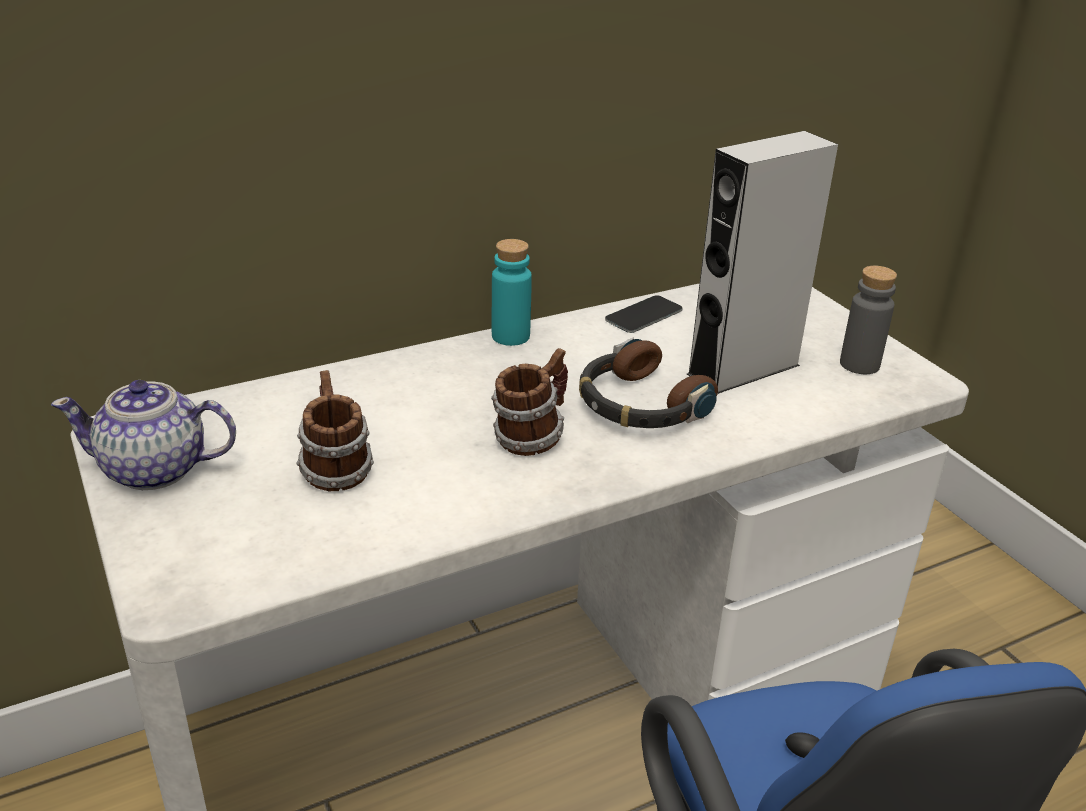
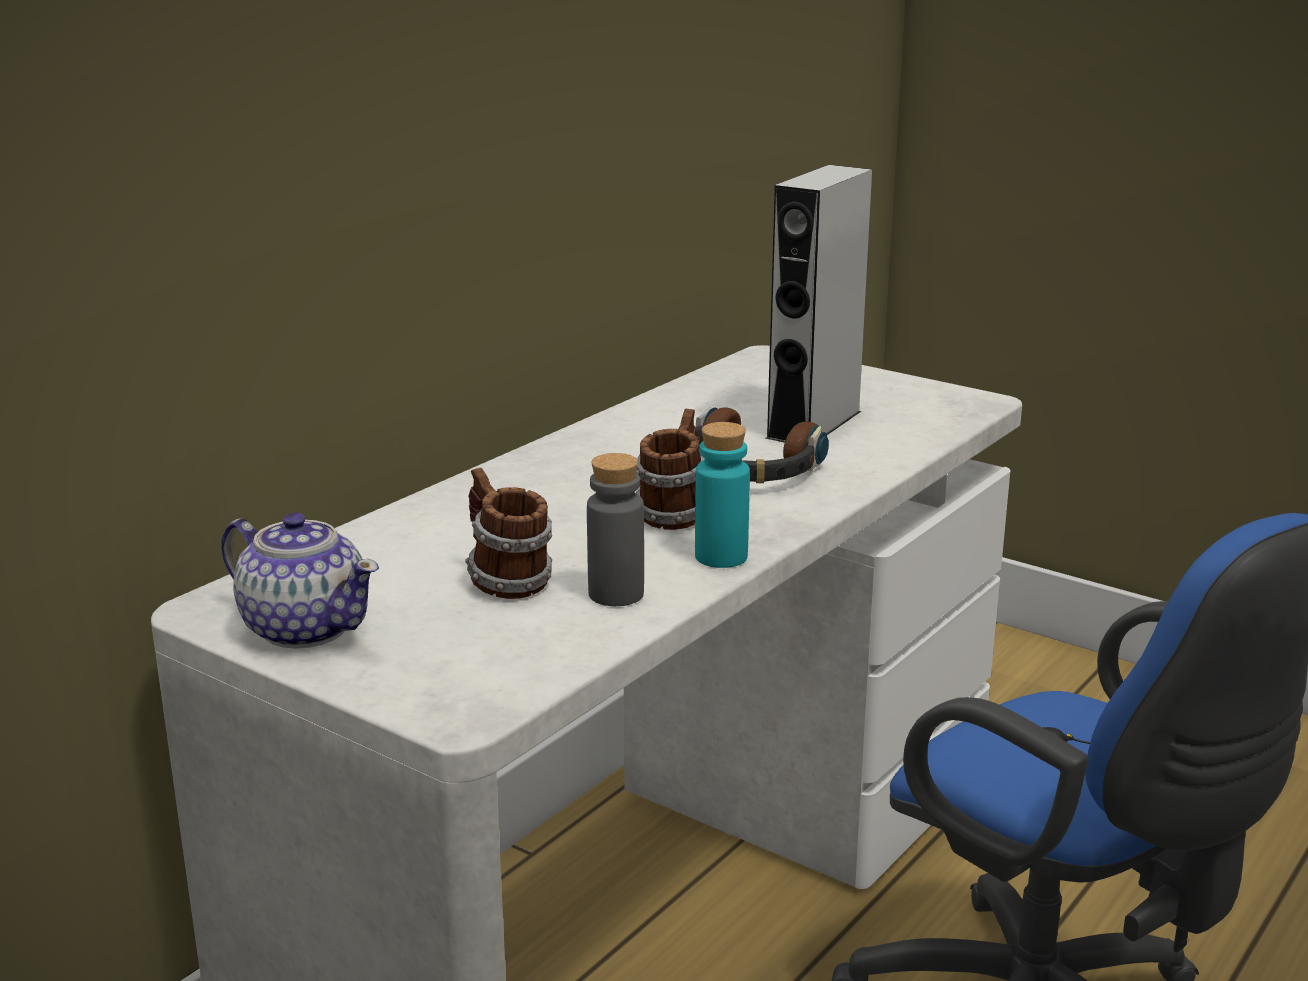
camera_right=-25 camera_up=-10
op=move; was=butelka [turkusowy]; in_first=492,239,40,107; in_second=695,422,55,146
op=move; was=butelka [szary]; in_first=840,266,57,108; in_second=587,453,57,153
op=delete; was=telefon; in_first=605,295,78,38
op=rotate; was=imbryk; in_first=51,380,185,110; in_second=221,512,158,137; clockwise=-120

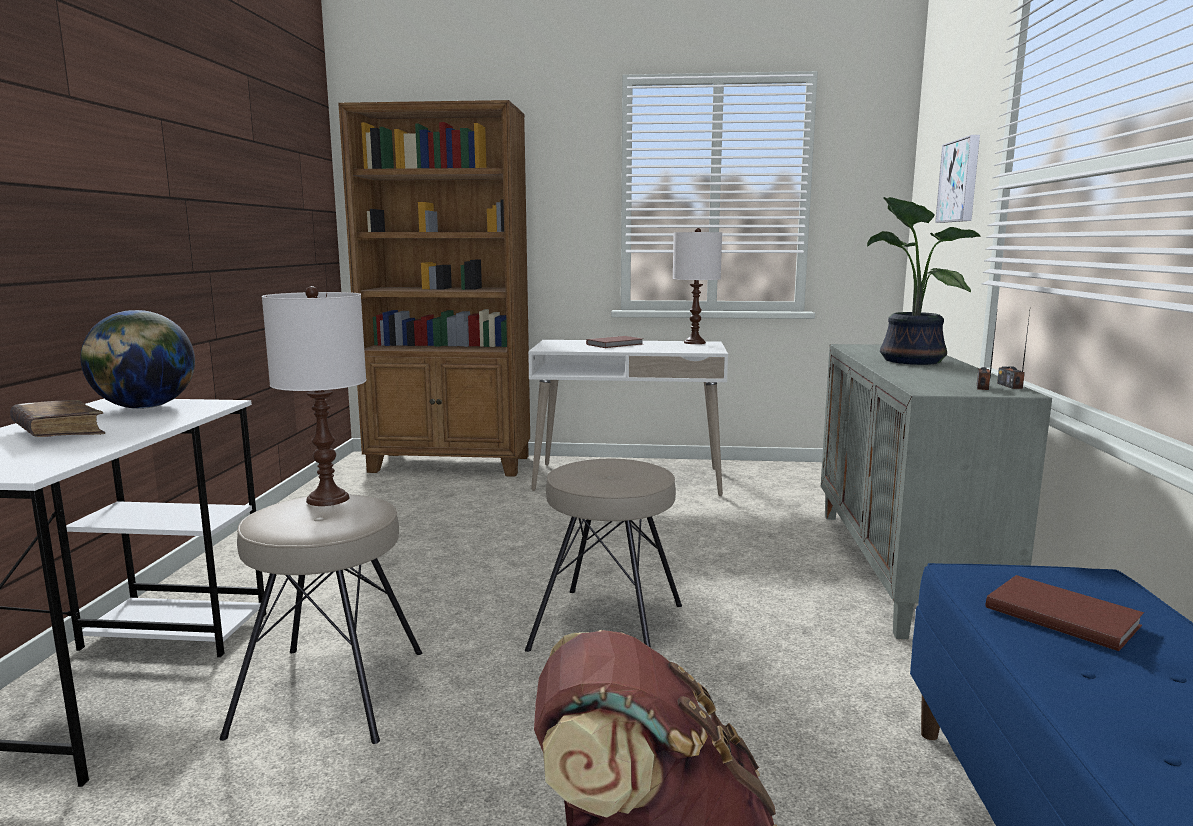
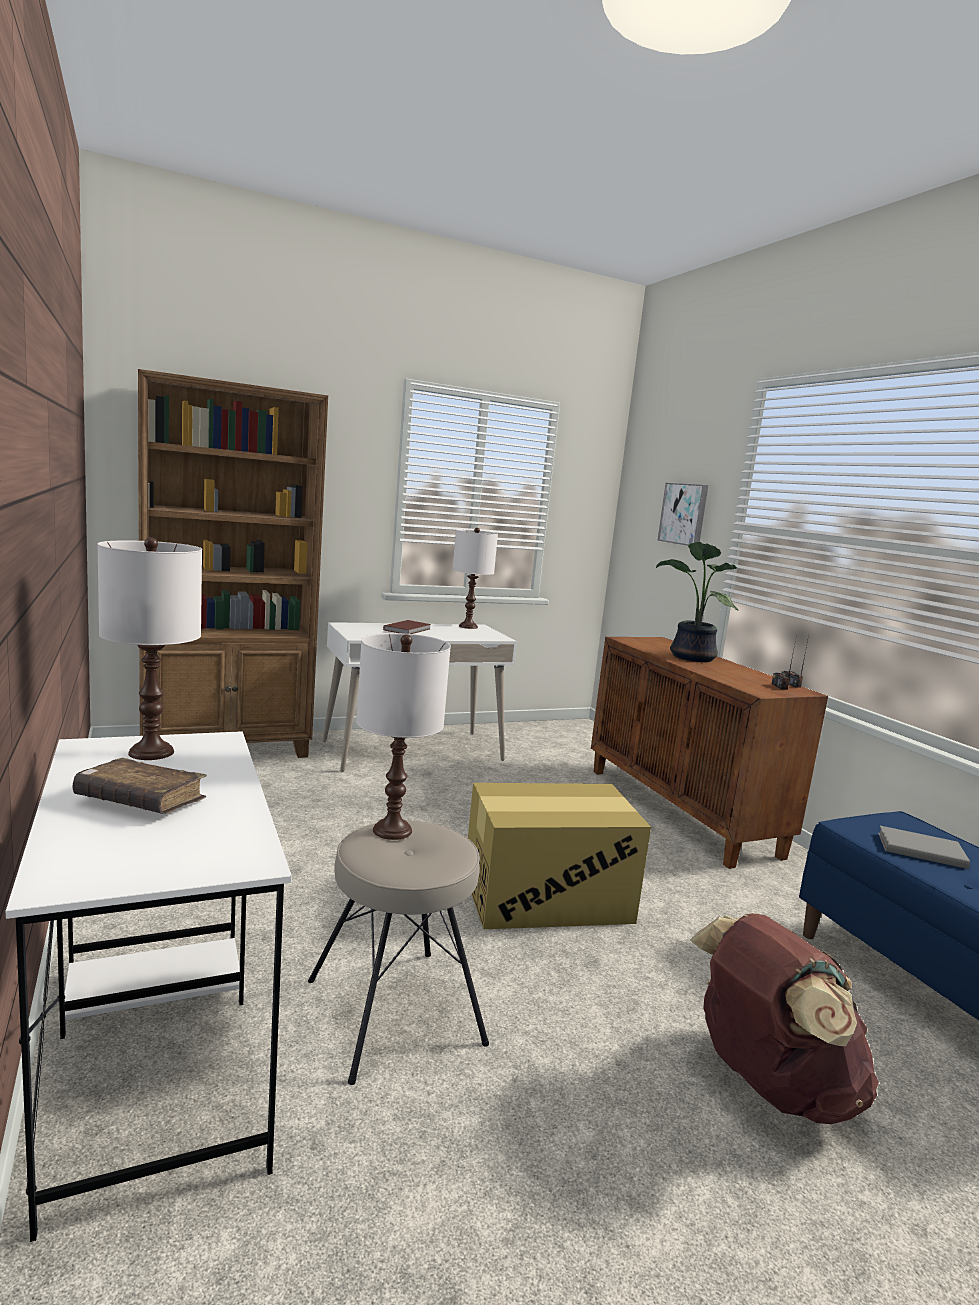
camera_right=-30 camera_up=0
op=replace; was=globus; now=lampa stołowa [biały]; in_first=81,310,114,99; in_second=97,537,105,223
op=recolor; was=szafka [szary]; now=szafka [brązowy]; in_first=821,344,231,295; in_second=591,637,237,232
op=replace; was=stołek [beżowy]; now=karton; in_first=525,459,157,193; in_second=468,783,183,146
op=recolor; was=książka [brązowy]; now=książka [szary]; in_first=986,575,158,76; in_second=878,826,92,43

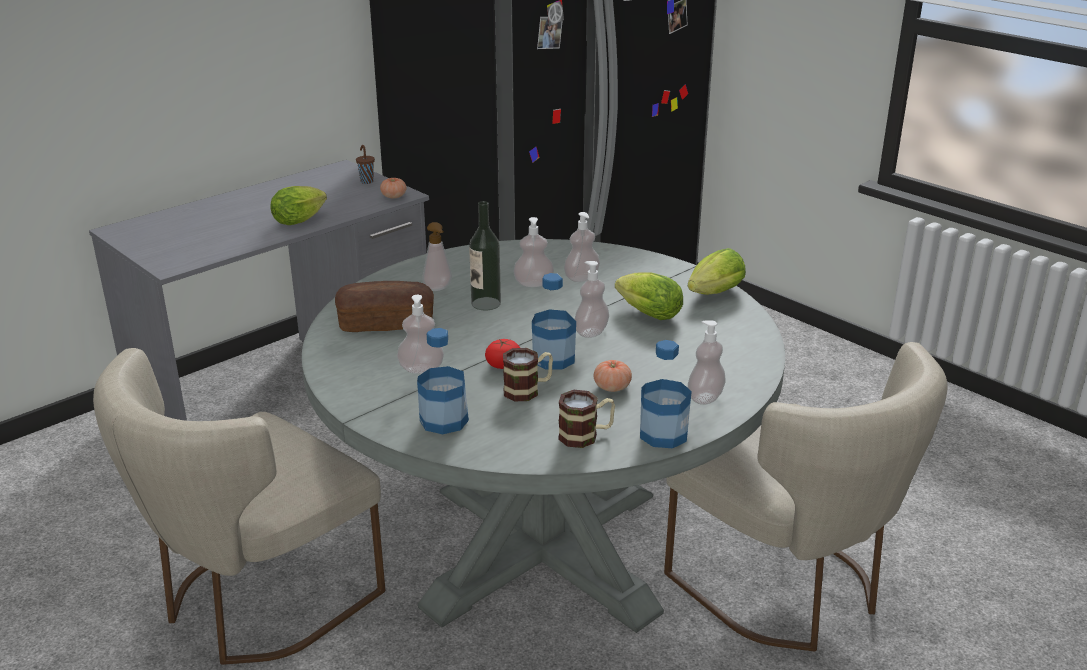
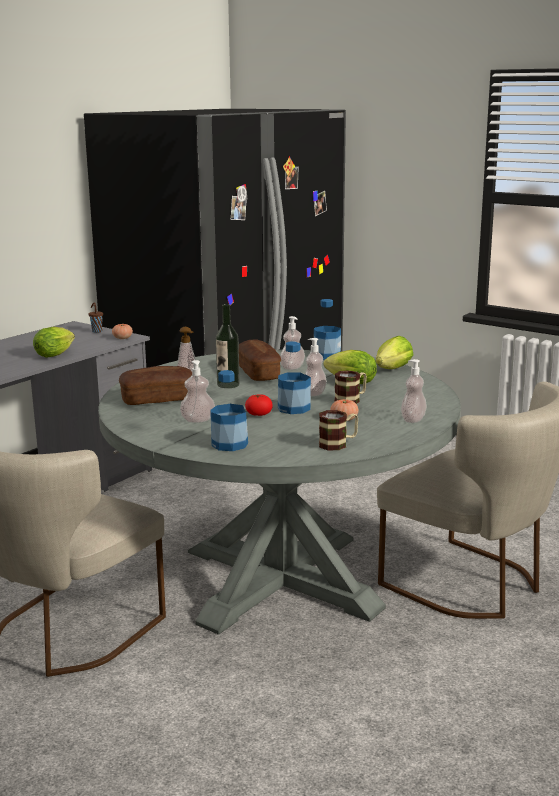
camera_right=-10 camera_up=-10
op=replace; was=dozownik mydła; now=chleb; in_first=513,217,41,70; in_second=239,340,42,41
op=move; was=butelka; in_first=640,340,52,108; in_second=314,299,27,61
op=move; was=kubek; in_first=503,348,50,54; in_second=334,370,33,34

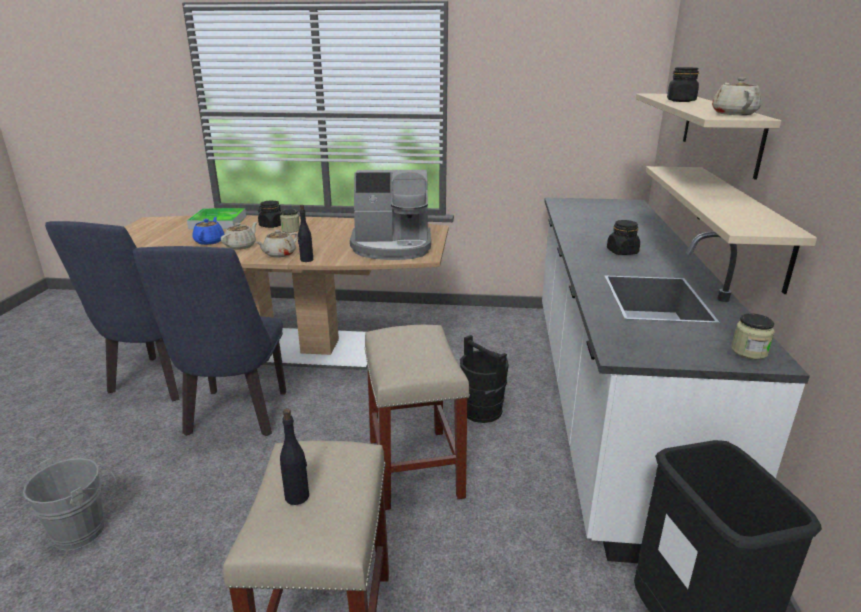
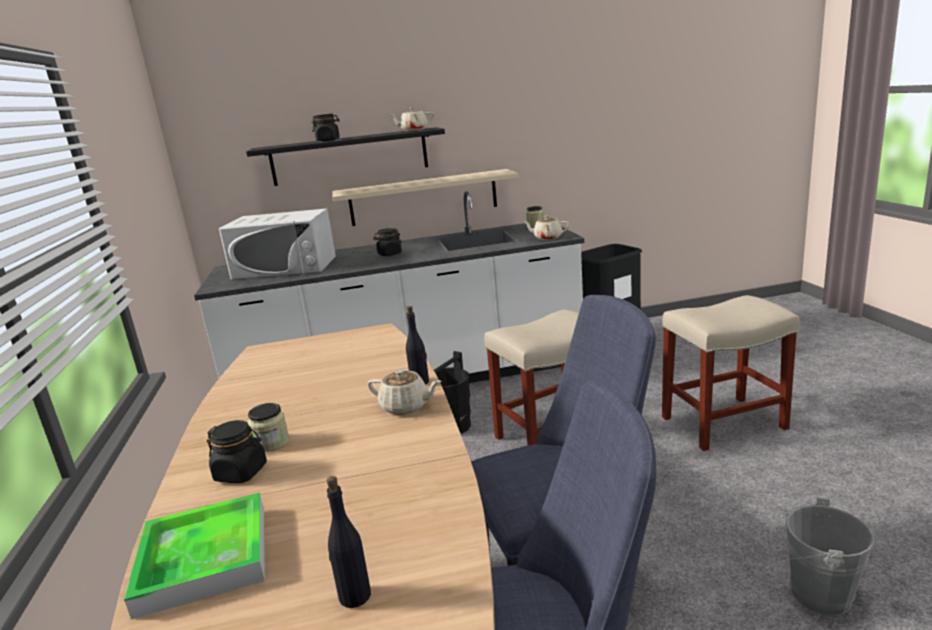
camera_right=-105 camera_up=-5
op=recolor; was=półka [beżowy]; now=półka [czarny]; in_first=636,93,145,87; in_second=246,127,199,59
op=delete; was=ekspres do kawy; in_first=350,170,81,90
op=delete; was=imbryk [niebieski]; in_first=192,217,32,28
op=move; was=imbryk [beżowy]; in_first=221,222,36,28; in_second=524,215,46,25
op=move; was=butelka [czarny]; in_first=280,408,29,97; in_second=327,476,44,132
op=insert; now=mikrofalówka [biały]; in_second=219,208,117,72

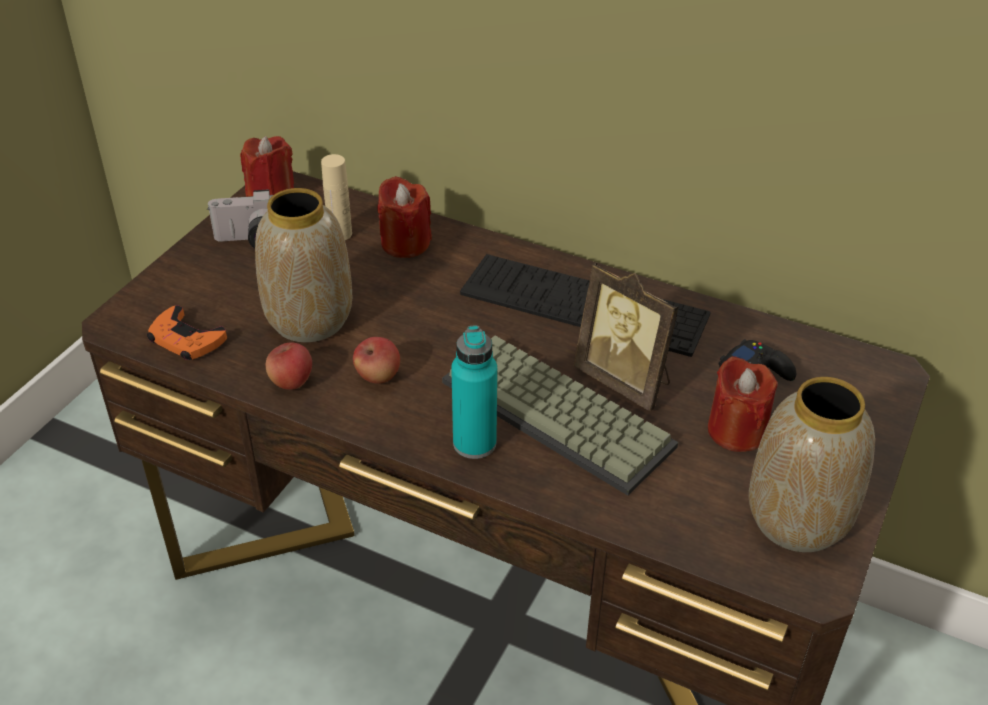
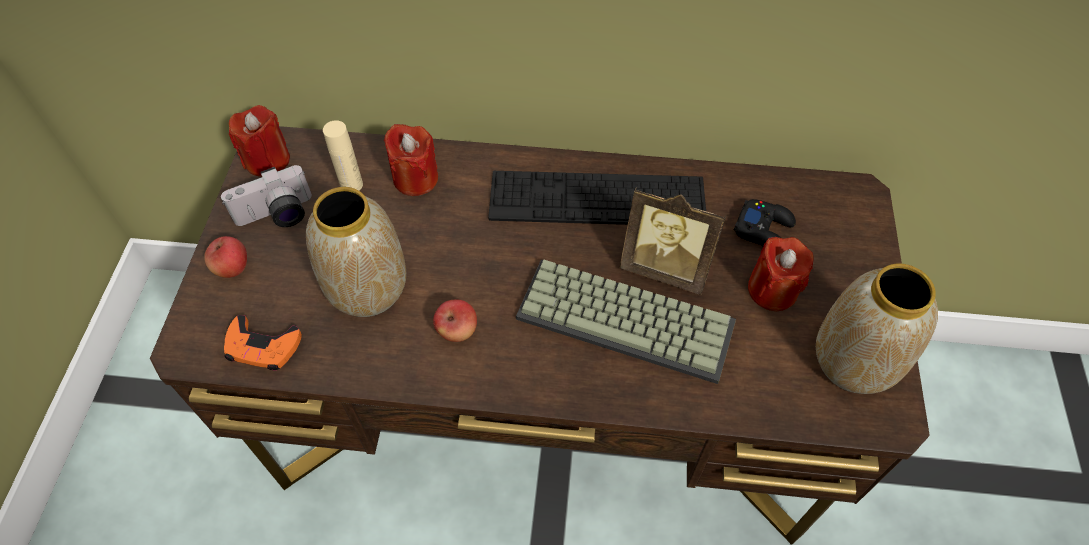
camera_right=-20 camera_up=15
op=delete; was=butelka [turkusowy]; in_first=451,325,46,134
op=move; was=jabłko; in_first=266,343,46,47; in_second=204,236,43,42

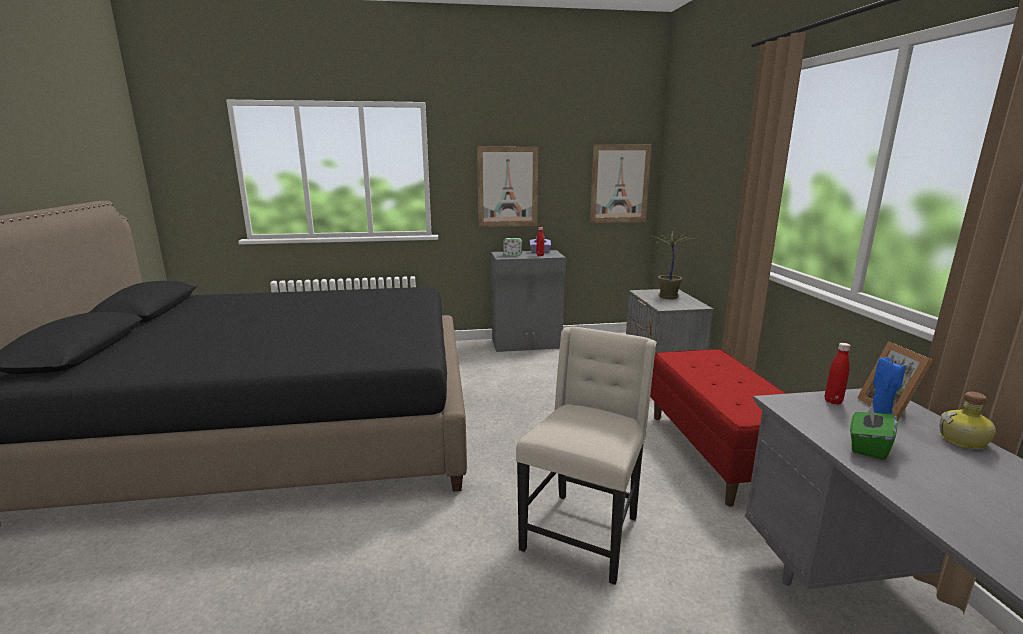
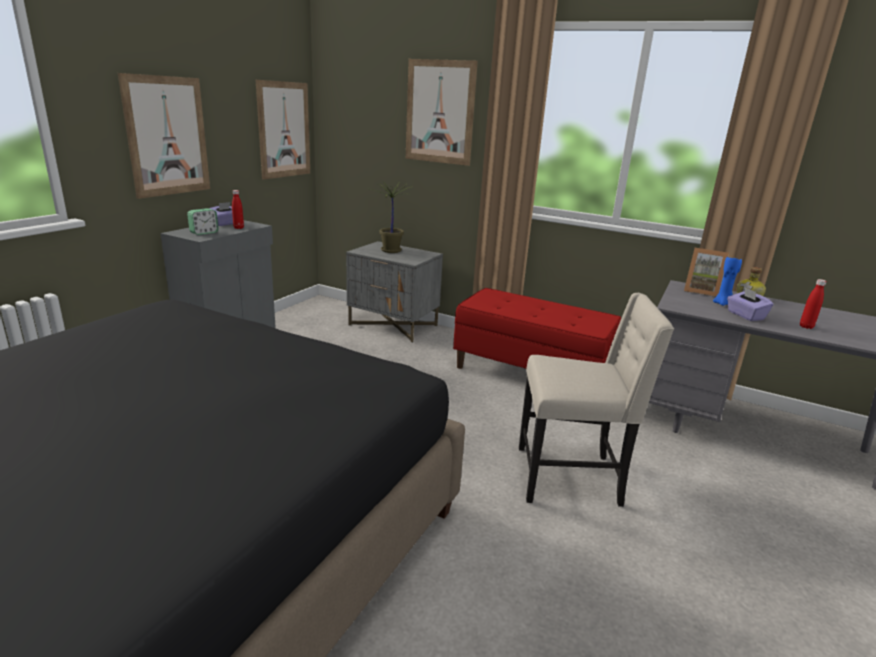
camera_right=-55 camera_up=5
op=rotate; was=krzesło [beżowy]; in_first=516,327,141,258; in_second=519,293,155,214; clockwise=120
op=move; was=butelka [czerwony]; in_first=825,343,26,62; in_second=800,279,27,50
op=recolor; was=pudełko chusteczek [zielony]; now=pudełko chusteczek [fioletowy]; in_first=850,403,47,57; in_second=727,287,47,34
op=insert; now=obraz; in_second=406,59,72,107

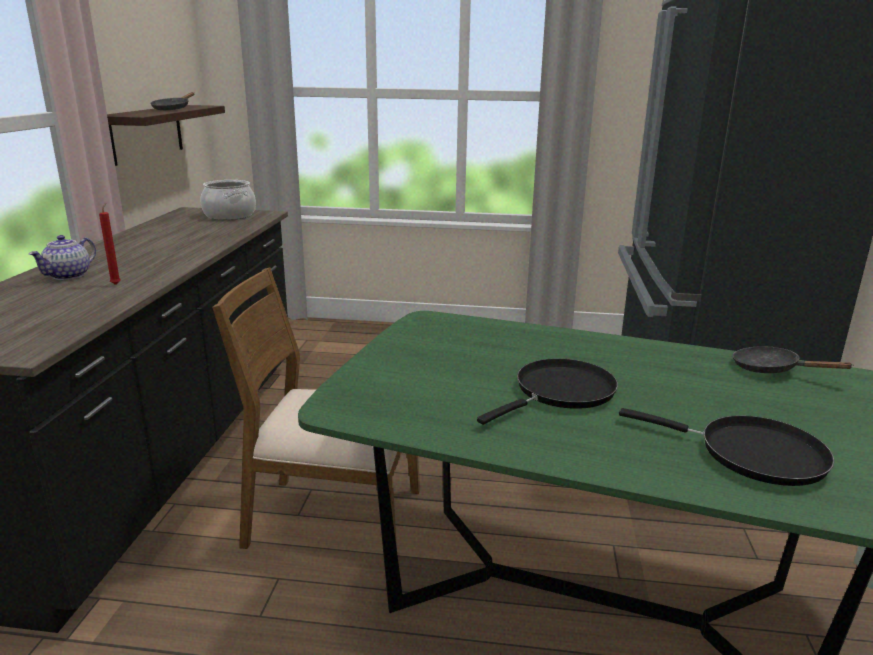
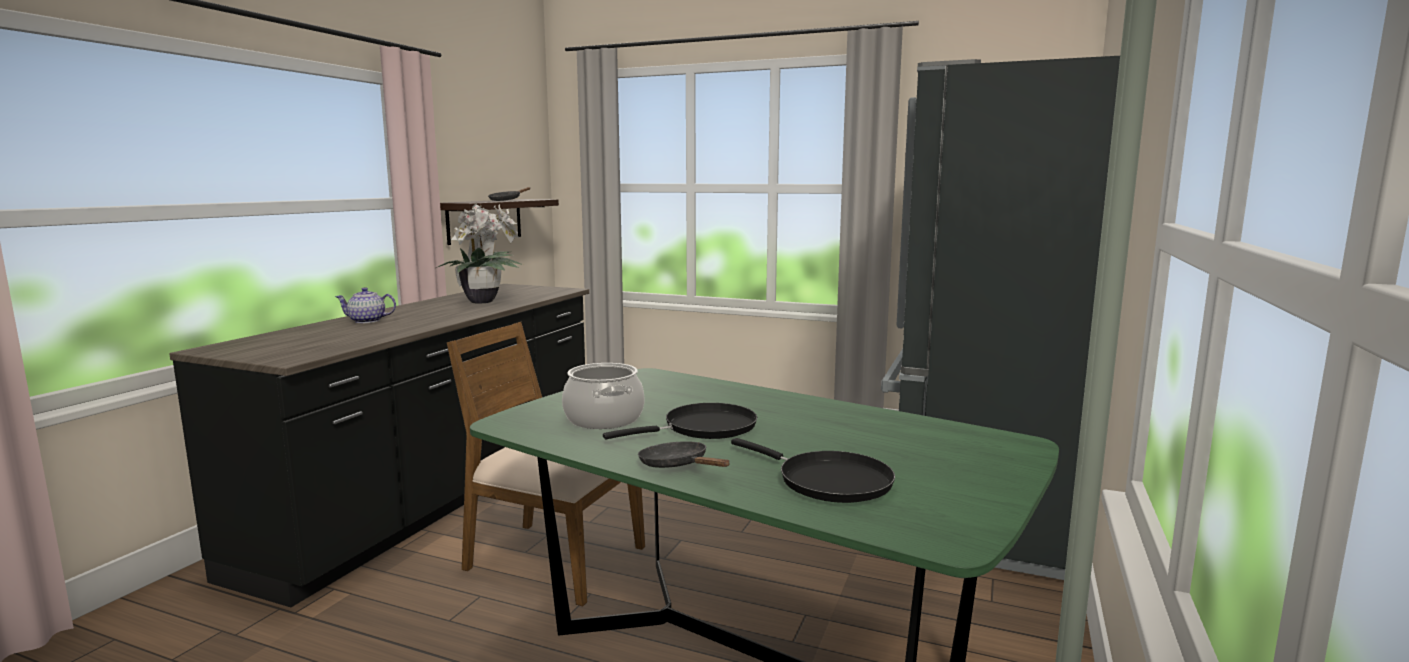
camera_right=15 camera_up=-10
op=move; was=garnek; in_first=200,180,56,40; in_second=562,363,82,66
op=delete; was=świeca [czerwony]; in_first=99,203,22,82
op=rotate; was=imbryk; in_first=29,235,67,45; in_second=335,287,61,36; clockwise=45
op=move; was=patelnia [czarny]; in_first=733,346,121,27; in_second=638,441,92,27
op=insert; now=roślina doniczkowa; in_second=436,203,87,100

